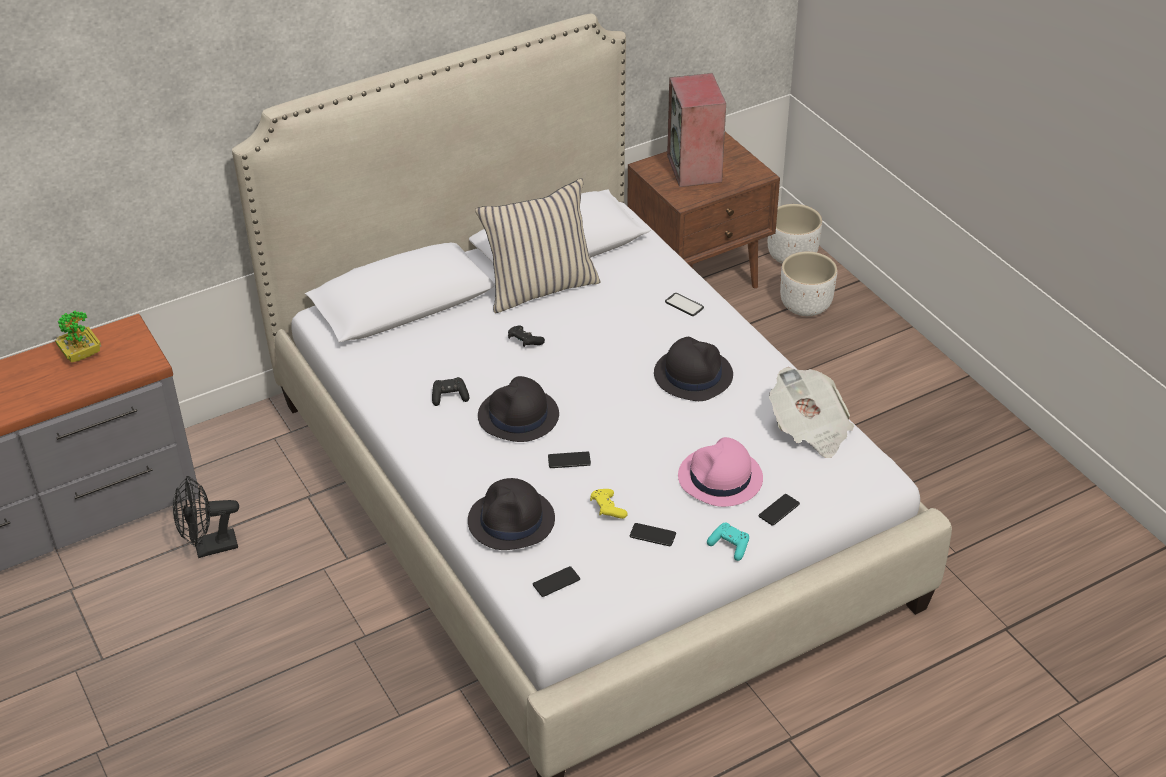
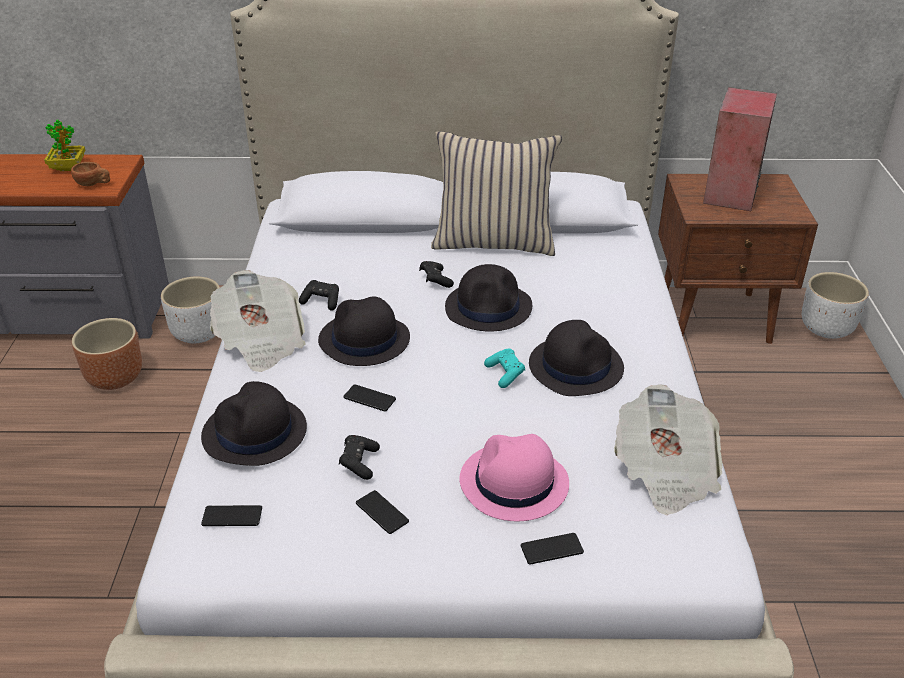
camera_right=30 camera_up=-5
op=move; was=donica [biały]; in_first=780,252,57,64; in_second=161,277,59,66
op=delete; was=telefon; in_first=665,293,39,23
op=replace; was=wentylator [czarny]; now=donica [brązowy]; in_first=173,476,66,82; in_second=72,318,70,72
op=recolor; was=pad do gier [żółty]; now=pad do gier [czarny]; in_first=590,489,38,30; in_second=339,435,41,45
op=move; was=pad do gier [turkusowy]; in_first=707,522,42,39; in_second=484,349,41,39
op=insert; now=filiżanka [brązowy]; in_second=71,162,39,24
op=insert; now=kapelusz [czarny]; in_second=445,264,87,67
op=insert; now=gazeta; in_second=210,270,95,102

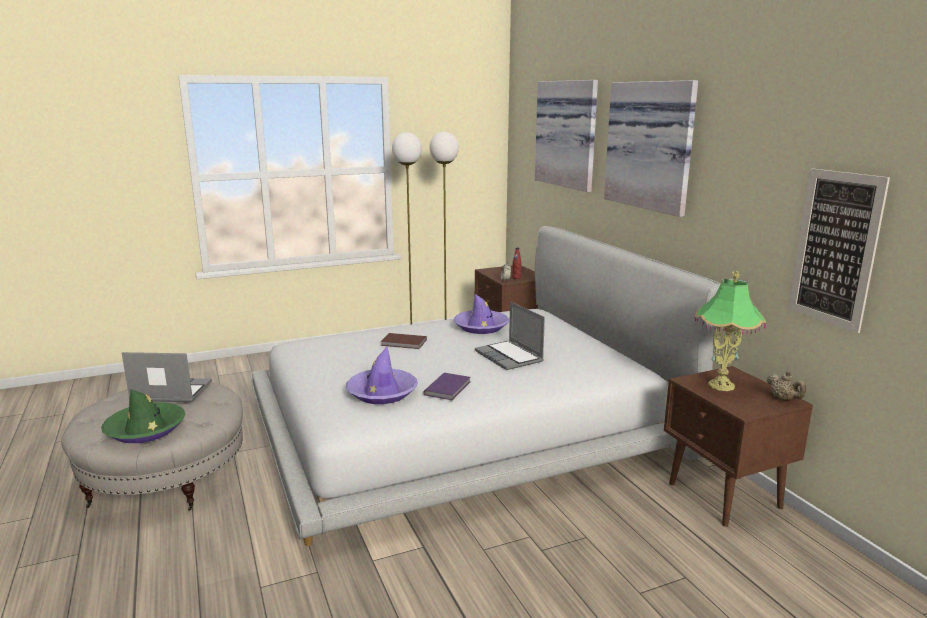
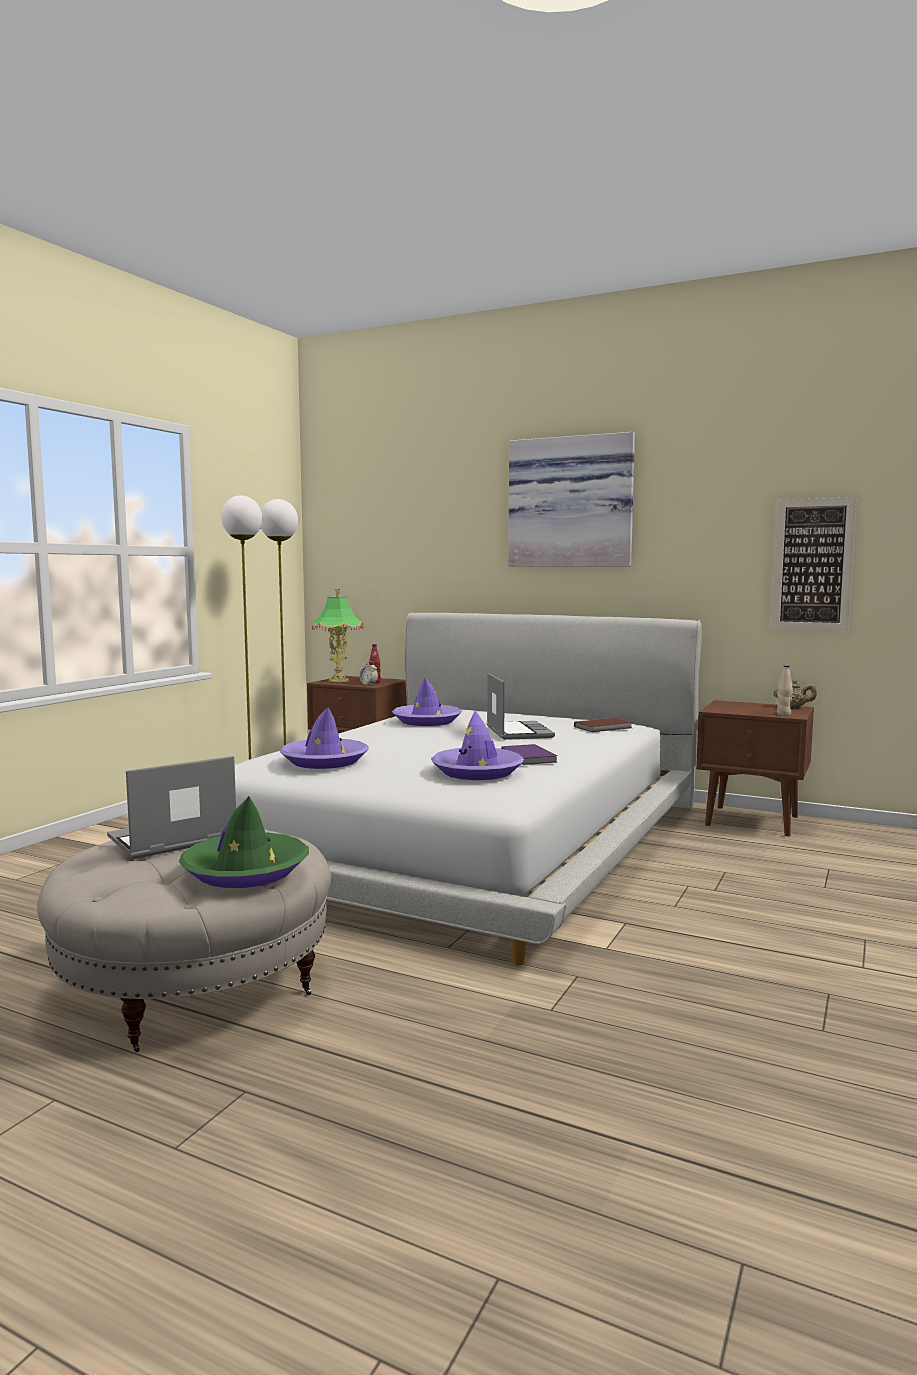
camera_right=-40 camera_up=-10
op=delete; was=obraz; in_first=535,80,63,112
op=move; was=lampa stołowa; in_first=694,271,72,120; in_second=312,589,52,93
op=rotate; was=laptop; in_first=475,301,70,69; in_second=487,673,68,67; clockwise=-120
op=move; was=książka [brązowy]; in_first=380,333,47,16; in_second=574,718,58,14
op=insert; now=butelka [beżowy]; in_second=777,665,16,51
op=insert; now=kapelusz [fioletowy]; in_second=280,707,89,62

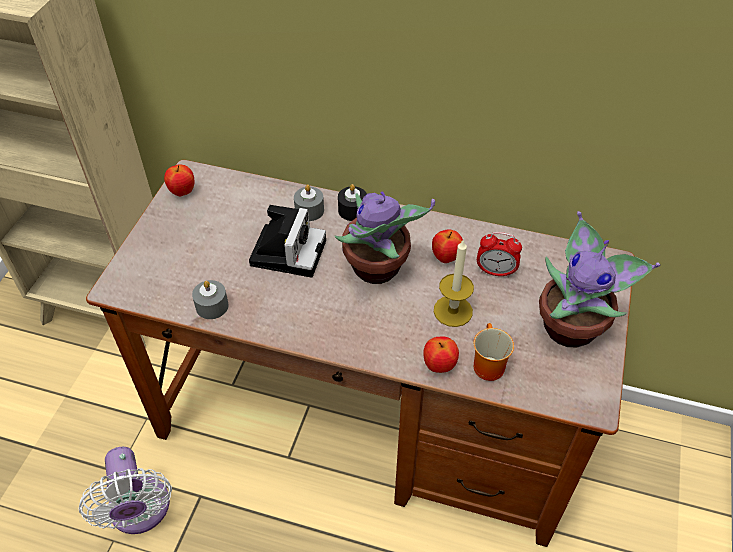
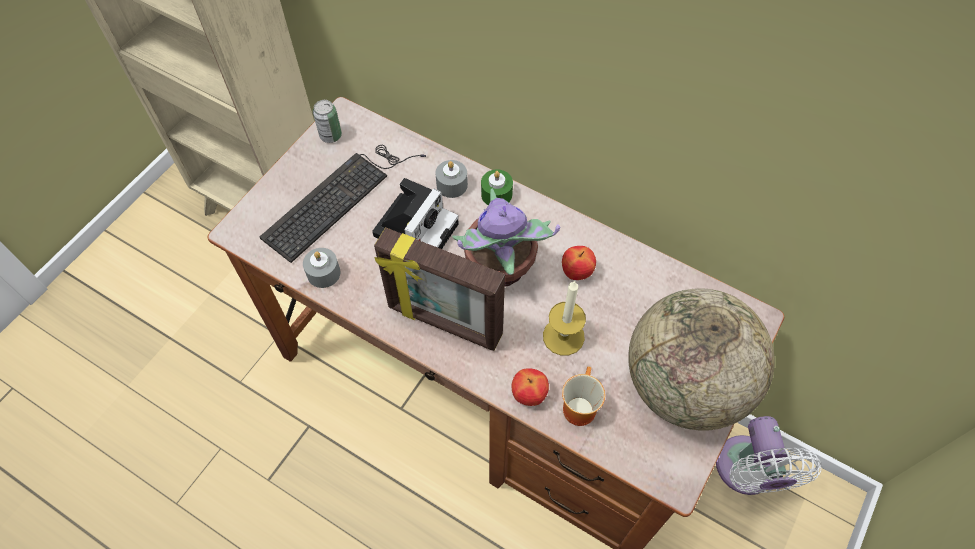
camera_right=15 camera_up=10
op=replace; was=jabłko; now=puszka; in_first=164,164,30,32; in_second=313,100,29,43
op=recolor; was=świeca [czarny]; now=świeca [zielony]; in_first=338,184,29,37; in_second=481,169,32,36
op=replace; was=roślina doniczkowa; now=globus; in_first=539,211,121,137; in_second=628,288,147,143
op=delete; was=budzik; in_first=477,232,45,45
op=move; was=wentylator [biały]; in_first=79,447,93,87; in_second=716,416,105,79
op=insert; now=klawiatura; in_second=260,145,166,118
op=insert; now=ramka na zdjęcie; in_second=374,227,131,124

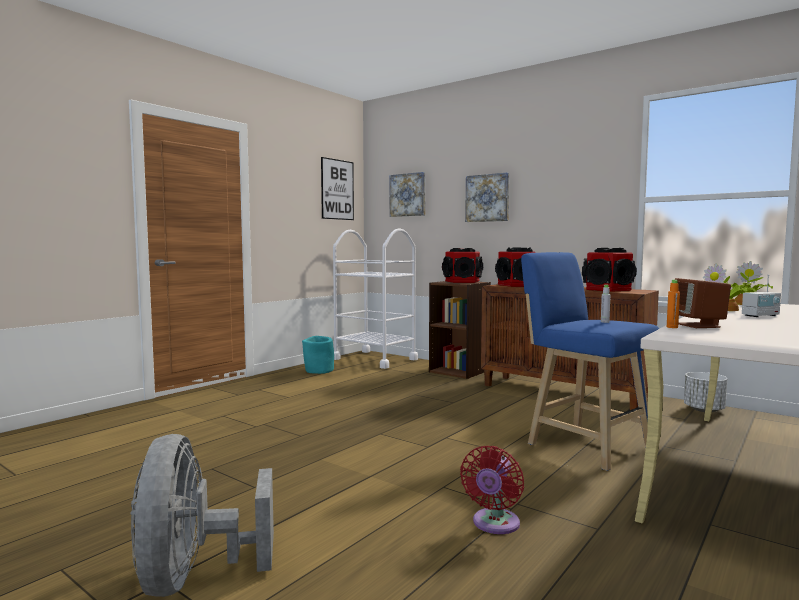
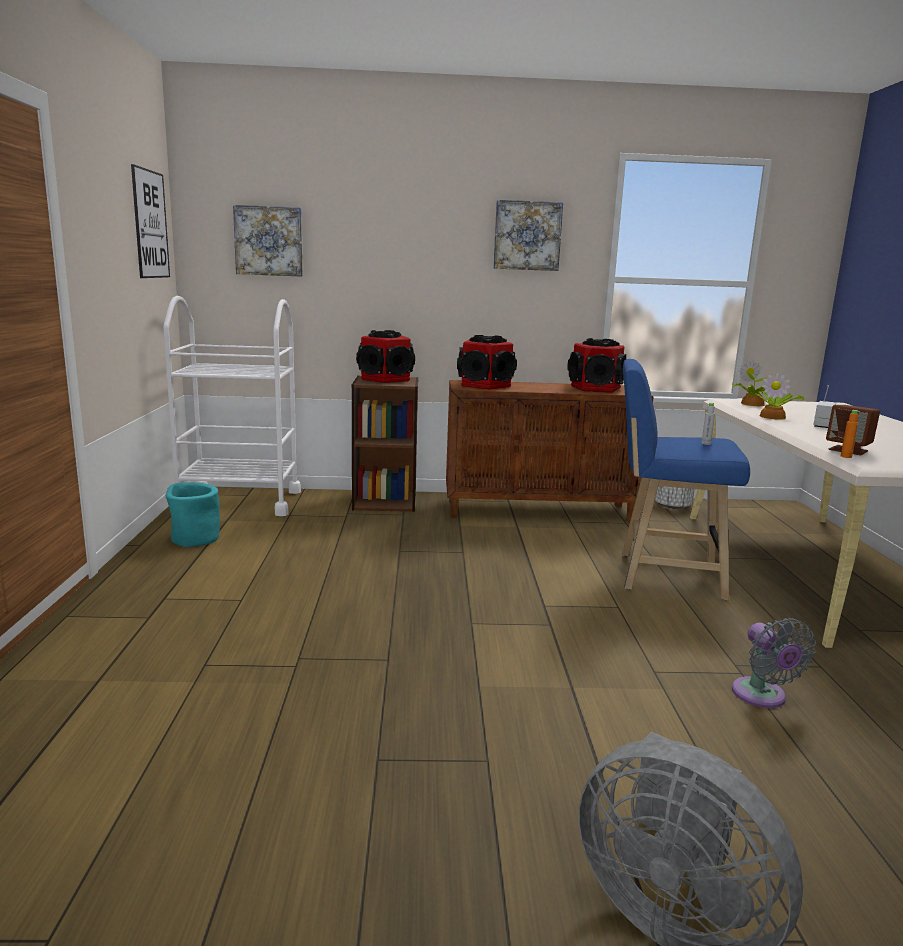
camera_right=-40 camera_up=10
op=move; was=obraz; in_first=465,173,44,49; in_second=493,200,70,71
op=recolor; was=wentylator [czerwony]; now=wentylator [szary]; in_first=460,446,64,88; in_second=732,618,84,90

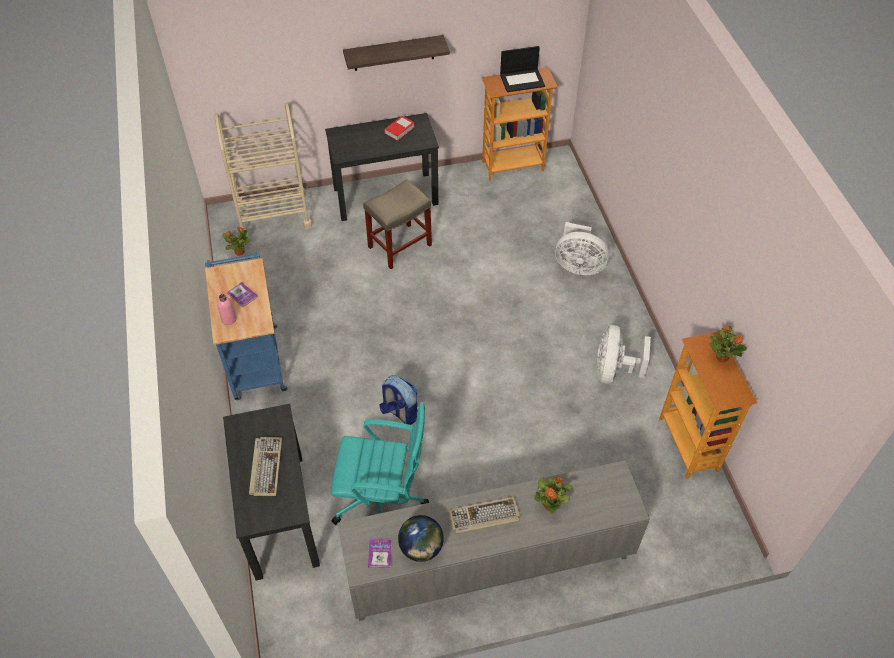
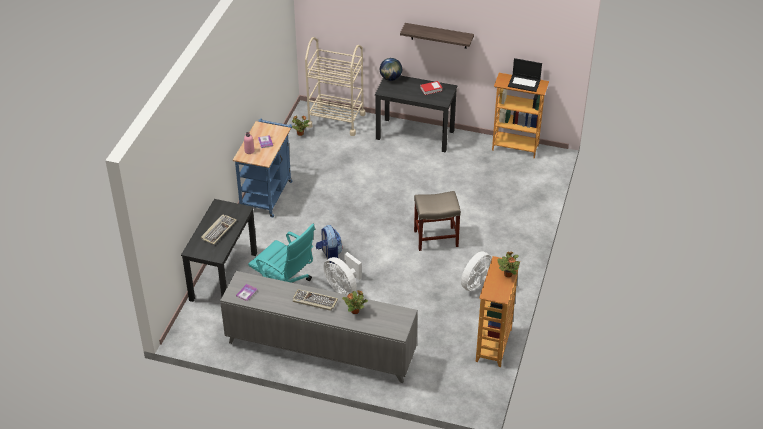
camera_right=30 camera_up=-10
op=move; was=stołek [beżowy]; in_first=363,179,69,90; in_second=414,191,47,60
op=move; was=wentylator [biały]; in_first=555,222,54,53; in_second=323,252,39,43
op=move; was=globus; in_first=398,515,46,47; in_second=380,58,22,23

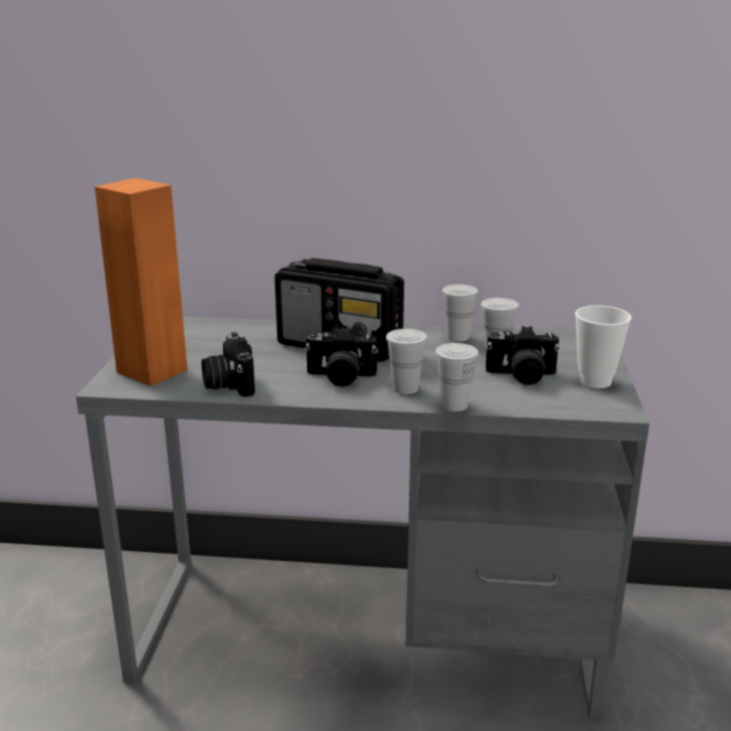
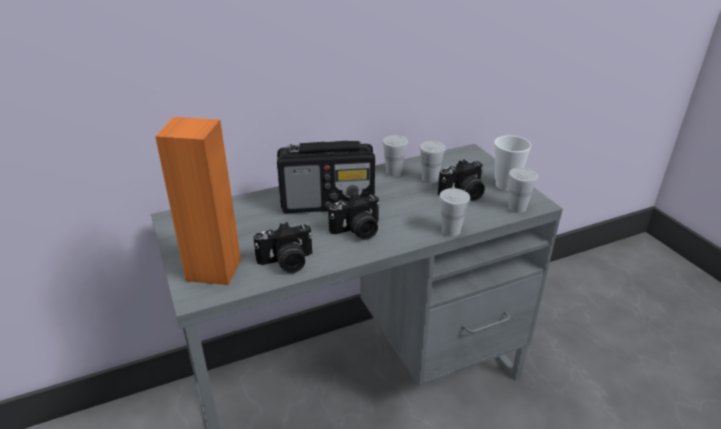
camera_right=-30 camera_up=10
op=move; was=filiżanka [biały]; in_first=386,329,42,65; in_second=508,167,30,46
op=rotate; was=aparat fotograficzny; in_first=202,332,53,65; in_second=253,222,60,51; clockwise=-60

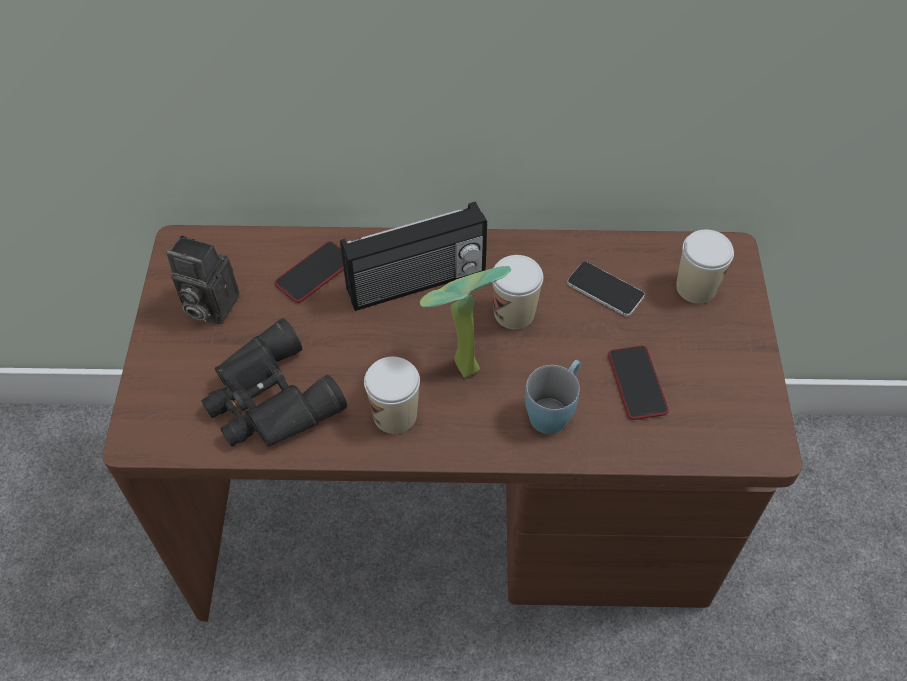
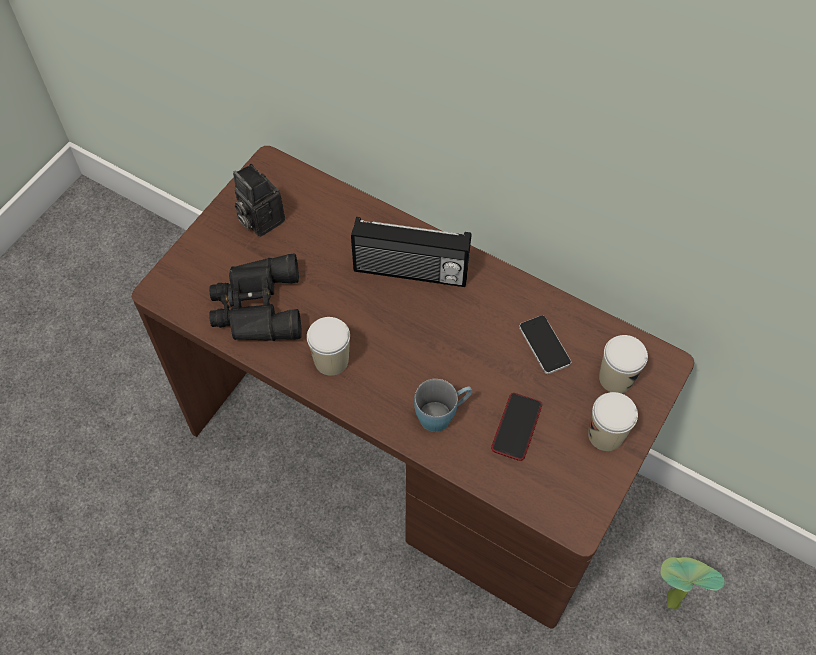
camera_right=30 camera_up=5
op=delete; was=telefon; in_first=275,241,69,62
op=move; was=filiżanka; in_first=492,255,51,75; in_second=588,392,50,59
op=move; was=roślina doniczkowa; in_first=420,266,91,112; in_second=661,557,64,52

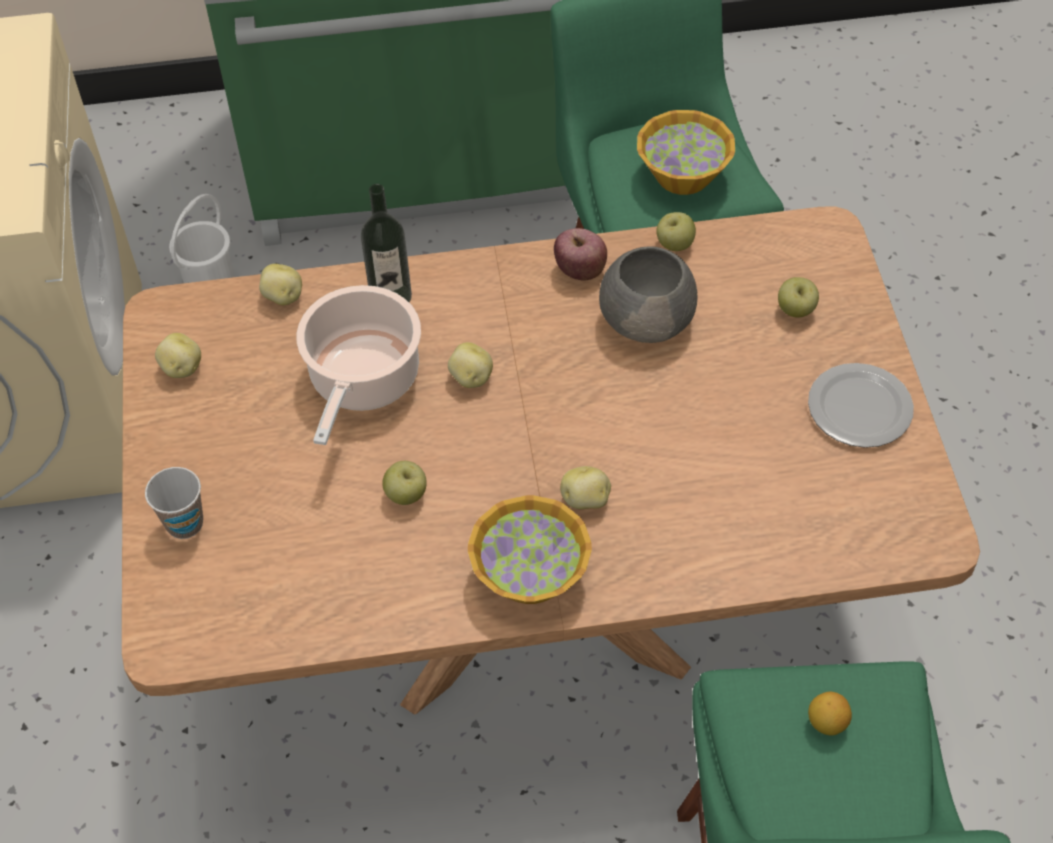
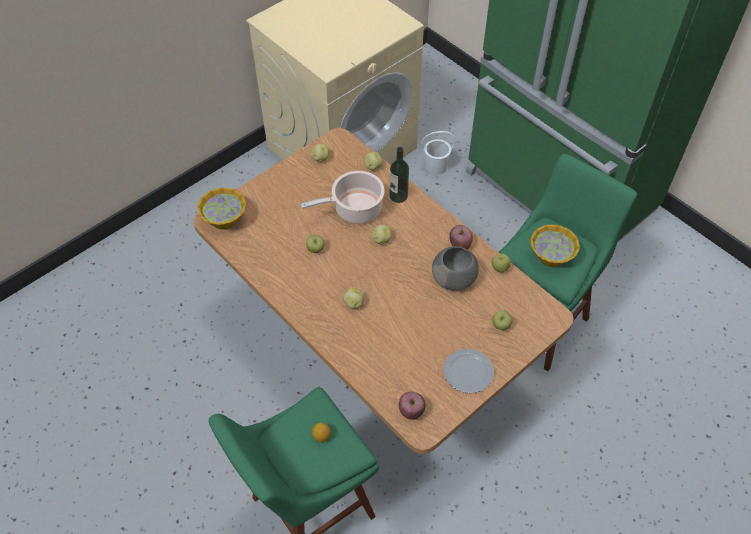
camera_right=55 camera_up=0
op=delete; was=filiżanka; in_first=145,467,58,72
op=move; was=miska; in_first=468,495,124,109; in_second=197,187,49,43
op=insert; now=jabłko; in_second=399,392,27,28

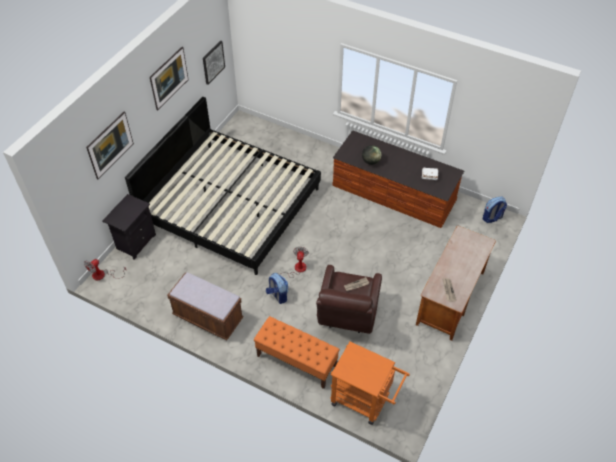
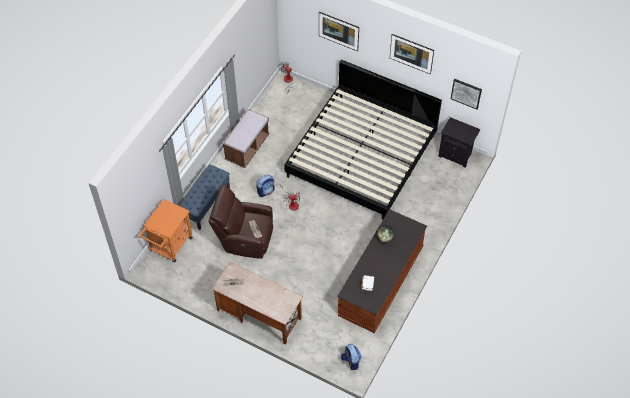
camera_right=90 camera_up=5
op=move; was=szafka nocna [czarny]; in_first=102,194,54,66; in_second=438,117,43,51
op=recolor; was=ławka [pomarańczowy]; now=ławka [niebieski]; in_first=254,316,86,73; in_second=179,165,51,65

